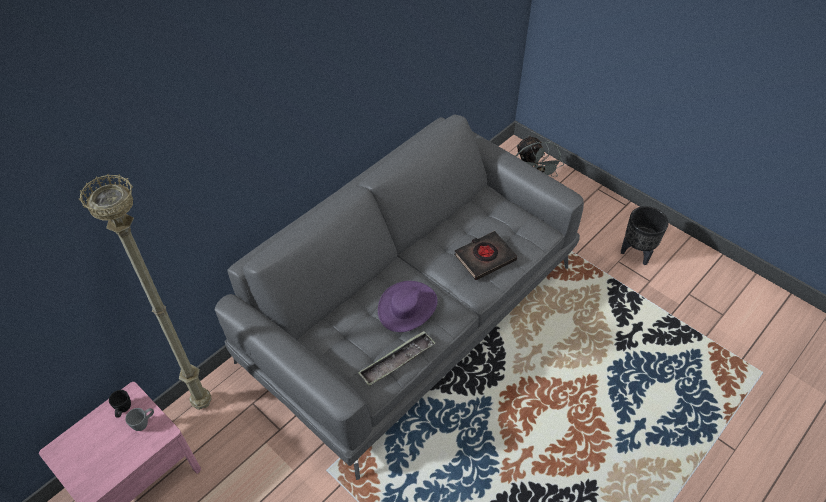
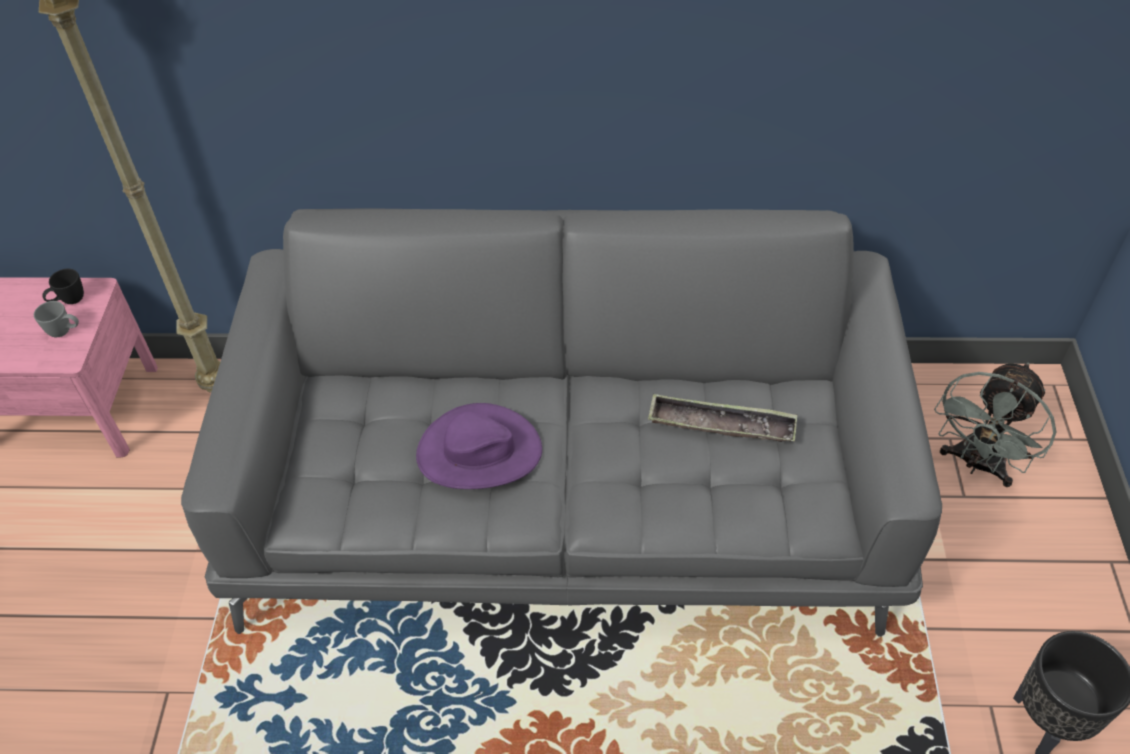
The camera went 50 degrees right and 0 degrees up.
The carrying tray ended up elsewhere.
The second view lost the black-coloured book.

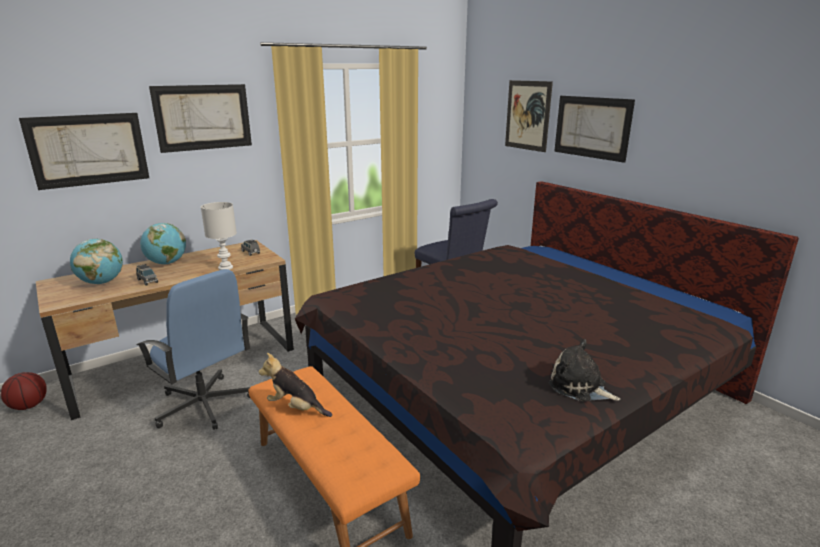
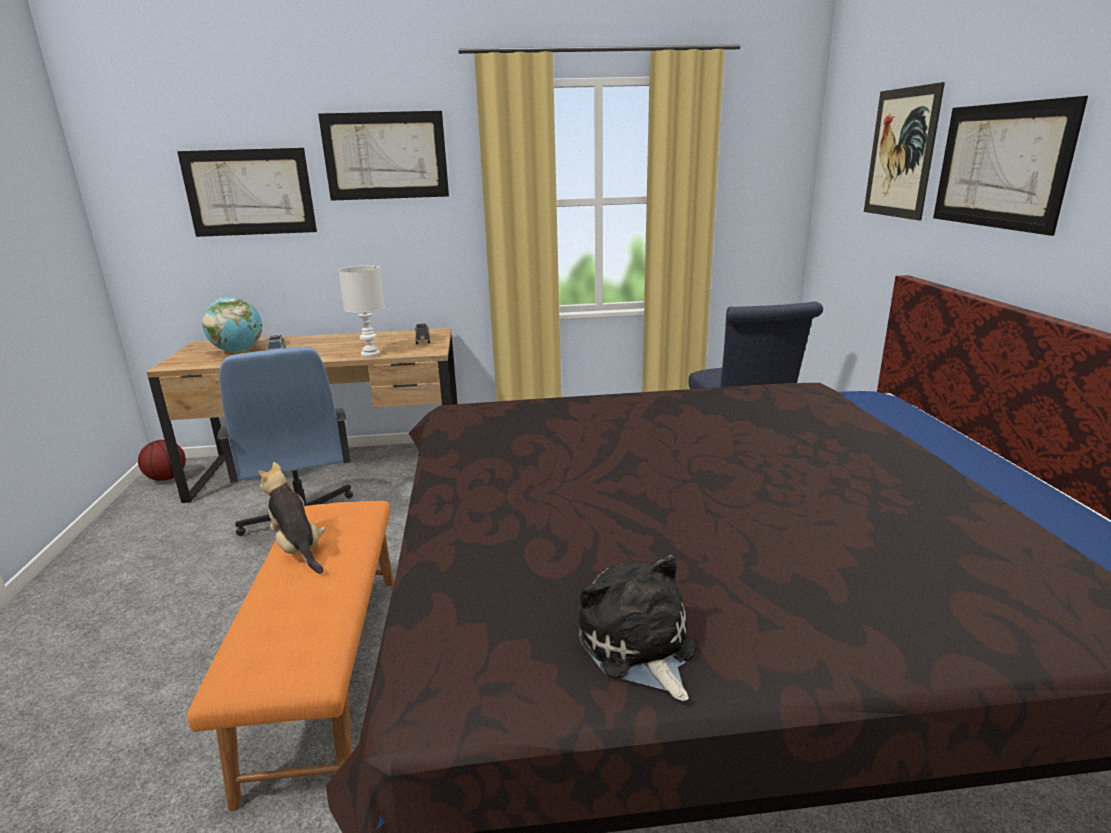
The camera went 30 degrees right and 0 degrees up.
The second view lost the world globe (no. 2 from left).

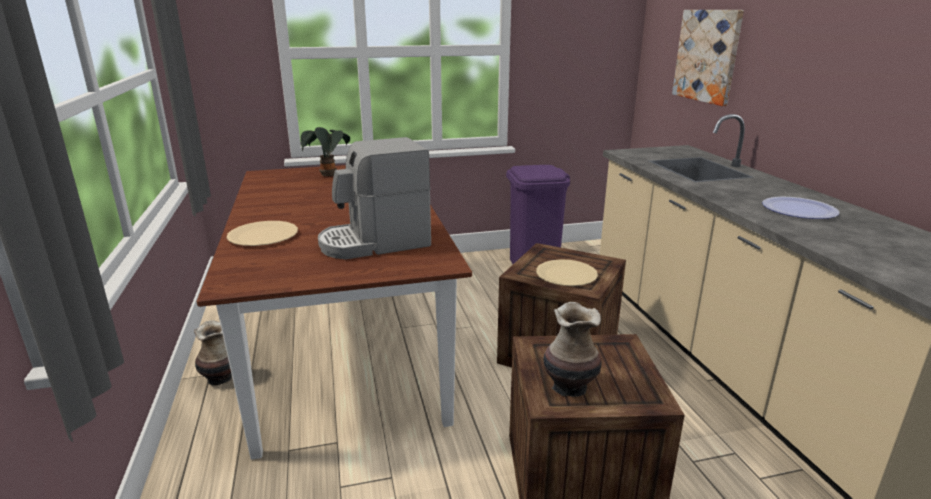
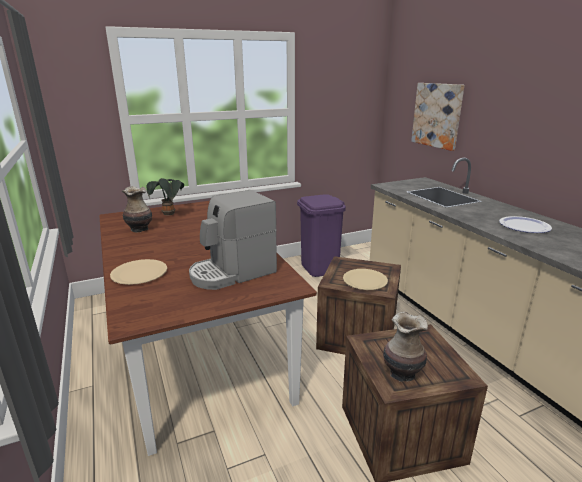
The camera went 10 degrees left and 0 degrees up.
The decorative vase (no. 1 from left) ended up elsewhere.

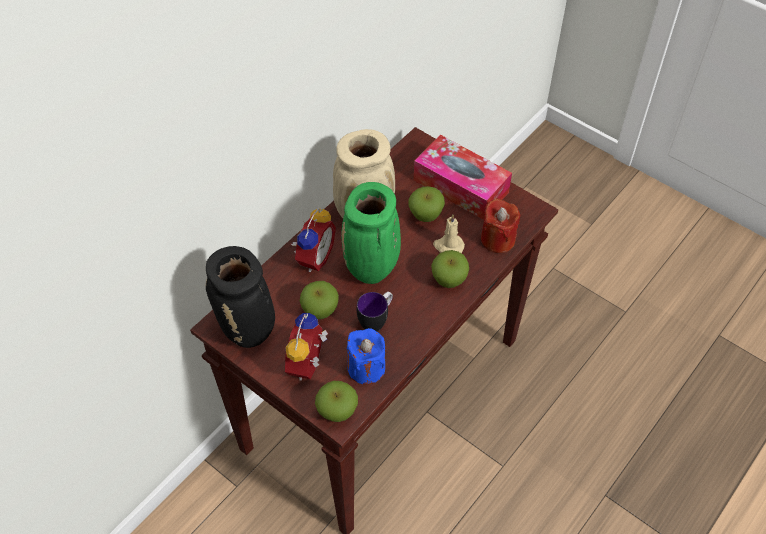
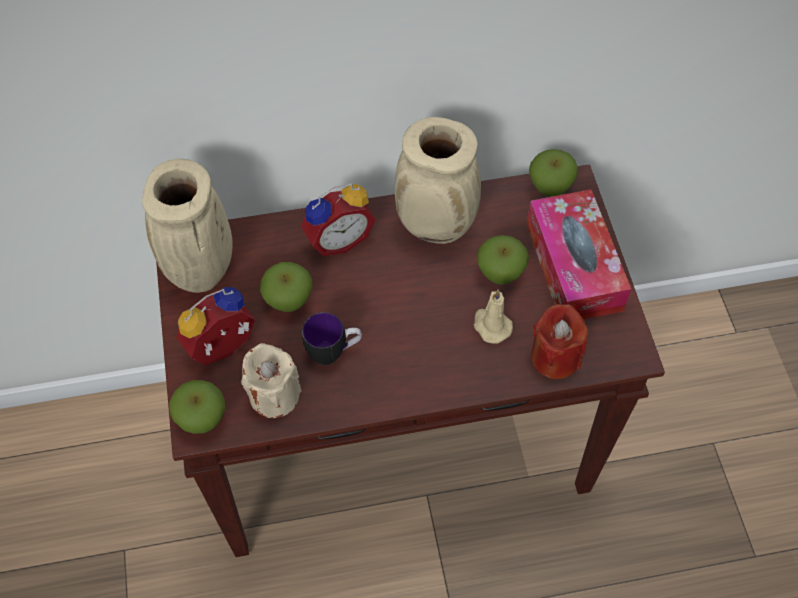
The camera went 40 degrees right and 5 degrees up.
What was the black-coloured decorative vase turned into the beige-coloured decorative vase (no. 1 from left).
What was the blue candle turned into the beige-coloured candle (no. 1 from left).
The apple (no. 4 from left) ended up elsewhere.
The second view lost the green decorative vase.

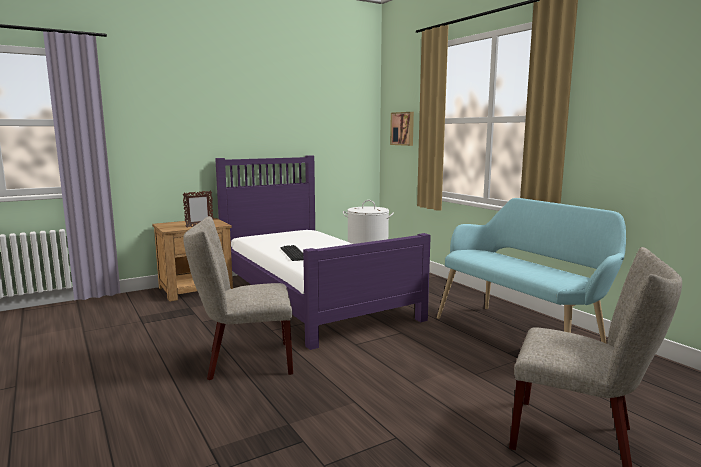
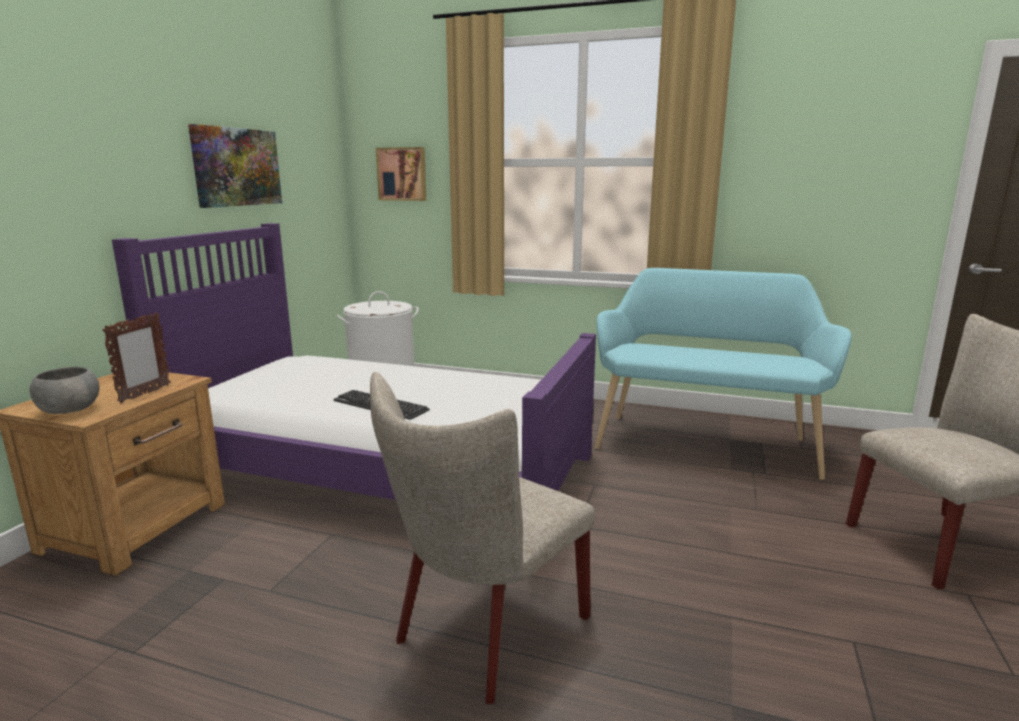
The camera went 40 degrees left and 5 degrees up.
The second view gained the gray deep dish.
The second view gained the wall art (no. 1 from left).

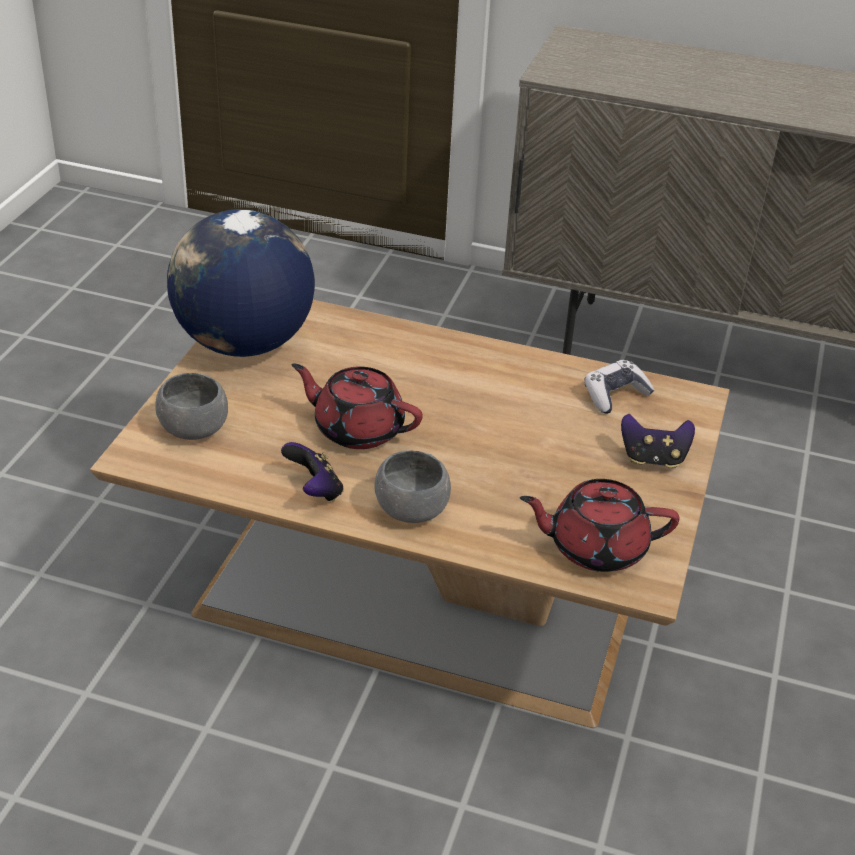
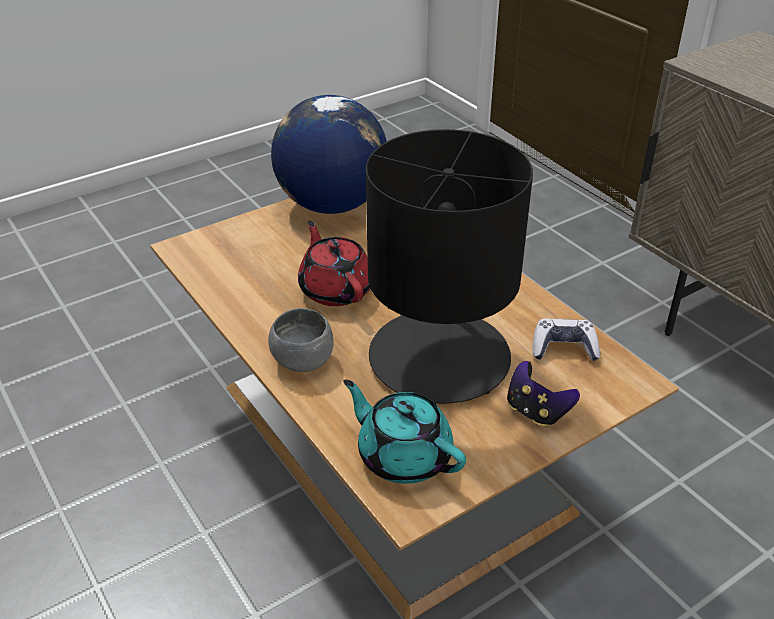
The camera went 40 degrees right and 0 degrees up.
What was the reddish tea pot (no. 2 from left) turned into the blue-green tea pot.
The second view gained the black-coloured lamp for a table.
The second view lost the gray deep dish (no. 1 from left).
The second view lost the gamepad (no. 1 from left).

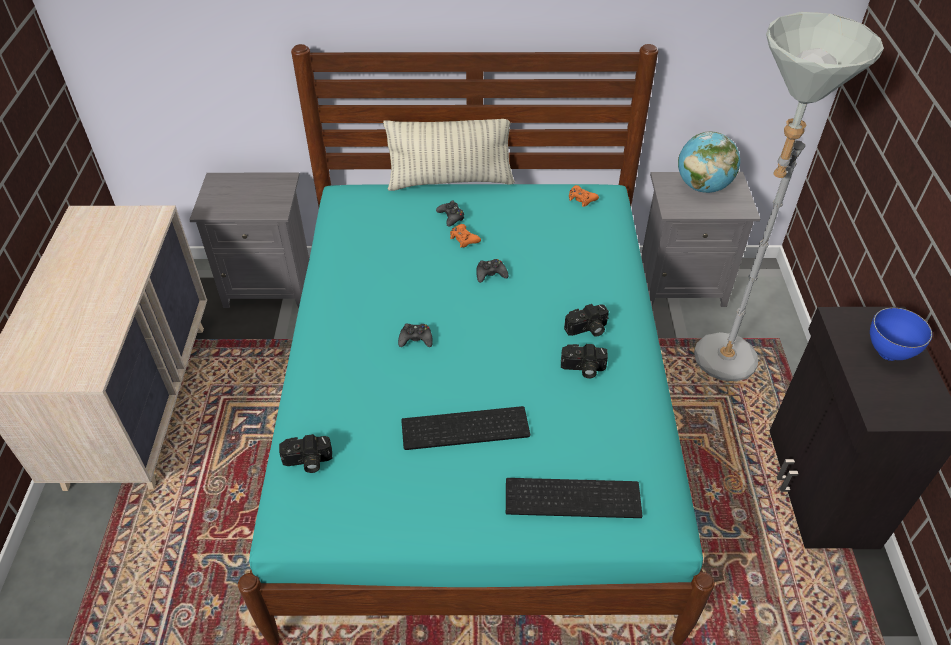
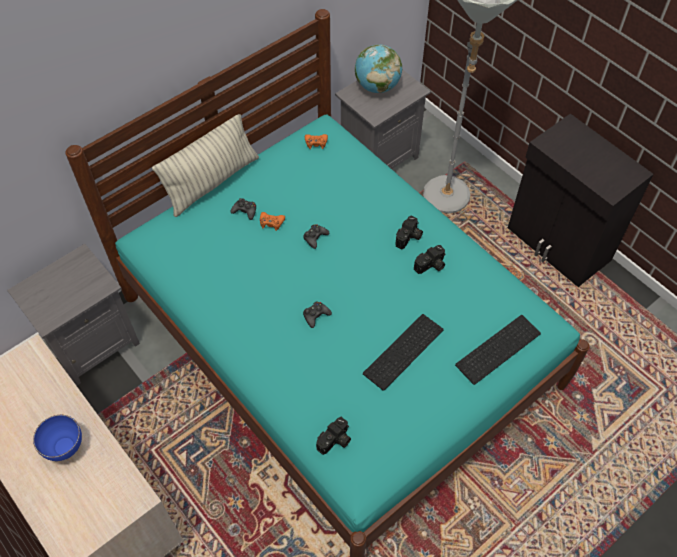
The camera went 40 degrees left and 10 degrees up.
The blue deep dish ended up elsewhere.

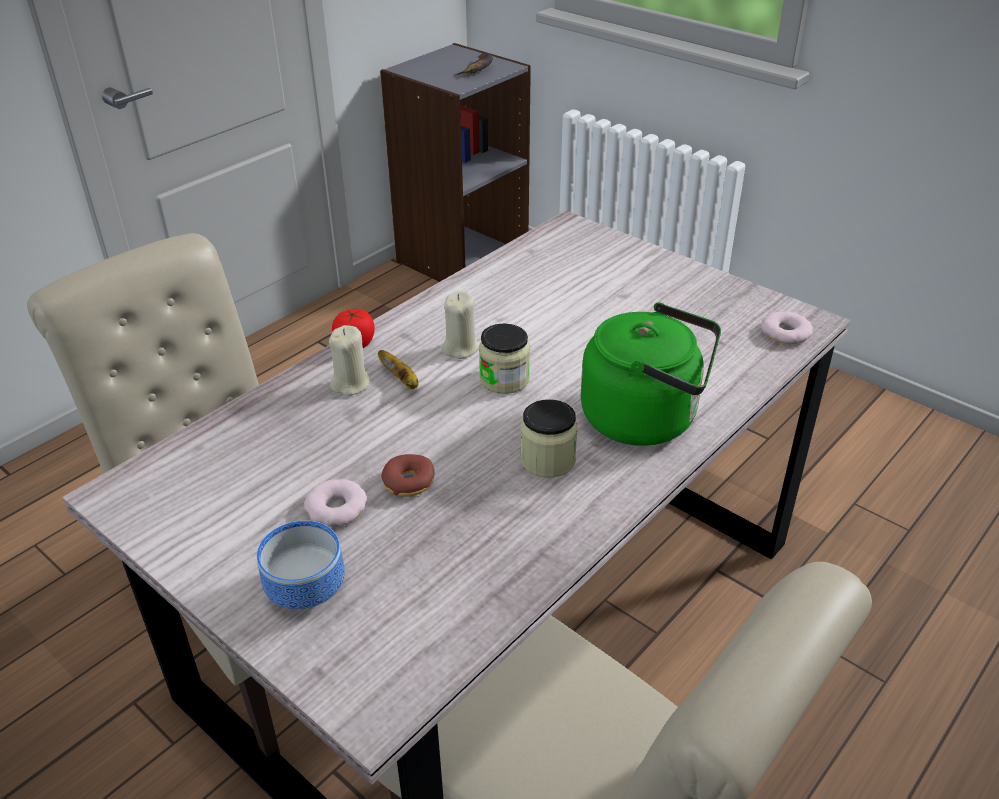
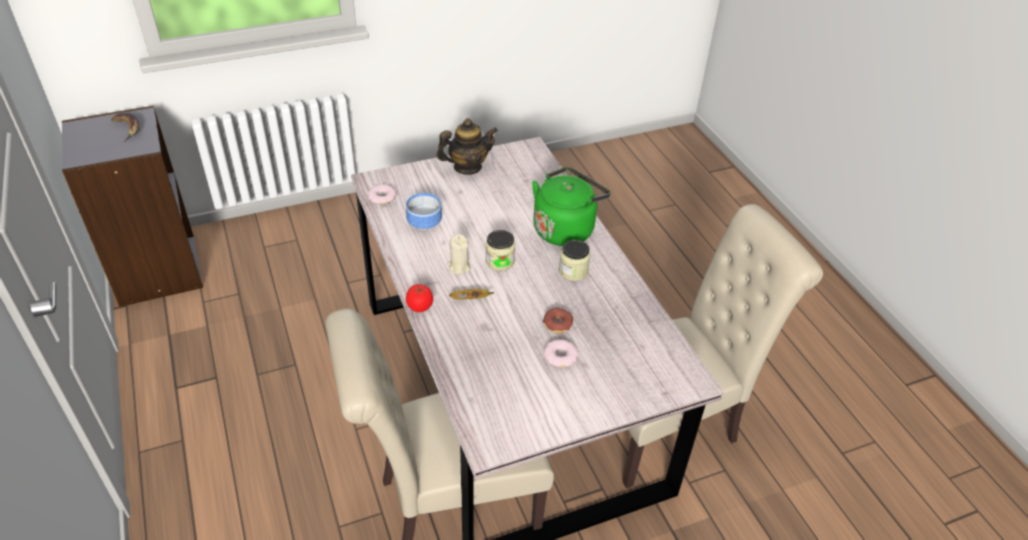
The camera went 65 degrees left and 5 degrees up.
The doughnut (no. 3 from left in the first image) ended up elsewhere.
The deep dish ended up elsewhere.
The second view gained the tea pot.
The second view lost the beige-coloured candle (no. 1 from left).

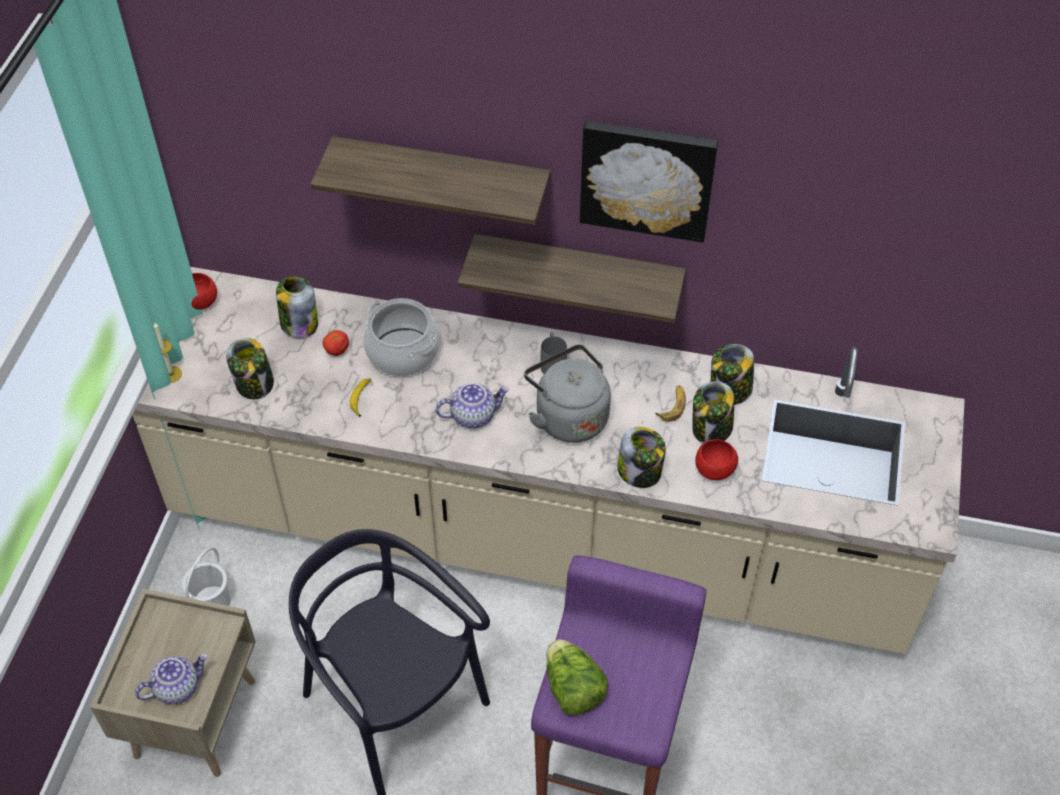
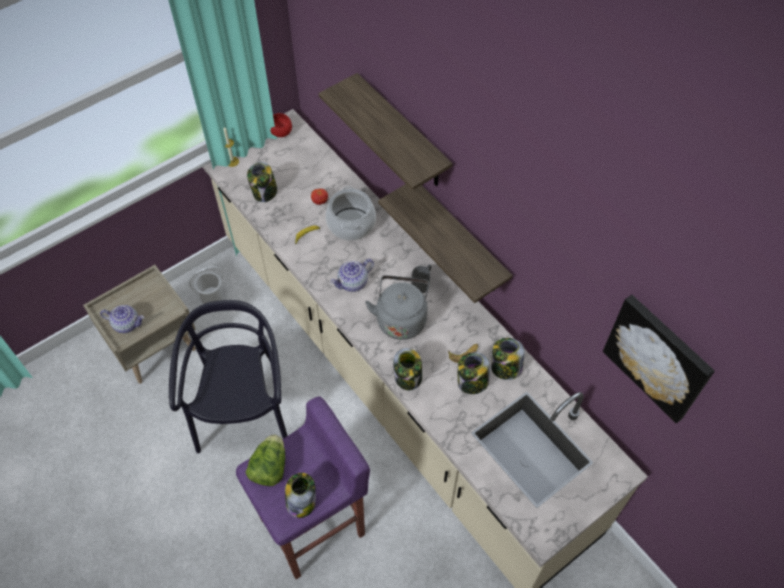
The camera went 40 degrees right and 5 degrees up.
The storage jar (no. 2 from left) ended up elsewhere.
The tea pot (no. 2 from left) ended up facing another way, 120 degrees clockwise from before.
The wall art ended up elsewhere.
The second view lost the reddish deep dish (no. 2 from left).

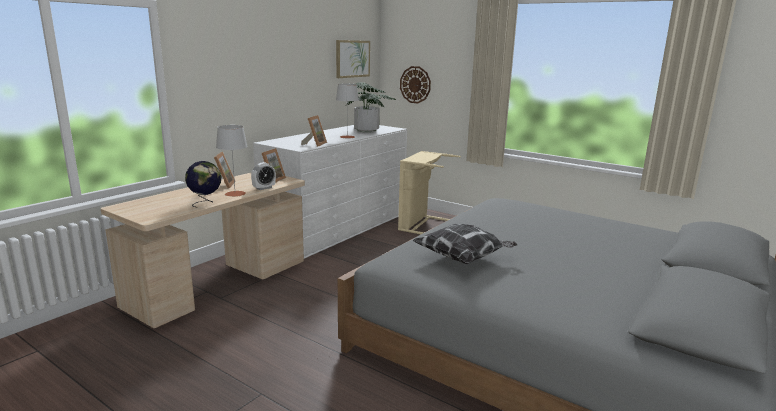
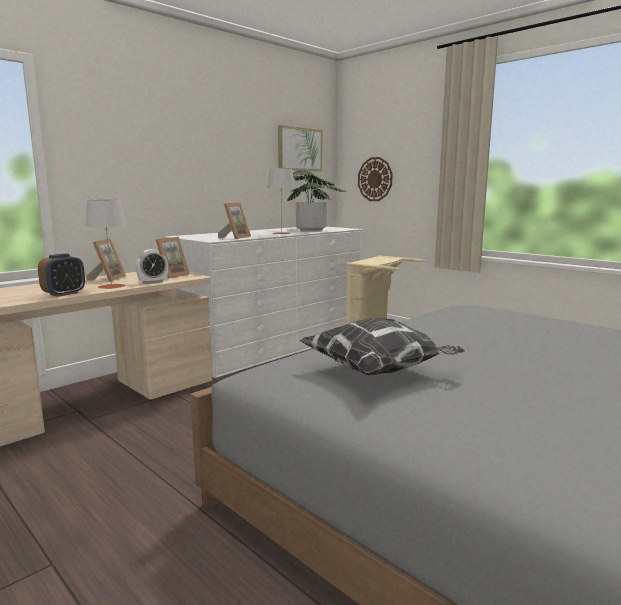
The camera went 10 degrees right and 5 degrees down.
Where the world globe stood, the alarm clock (no. 1 from left) came to stand.

